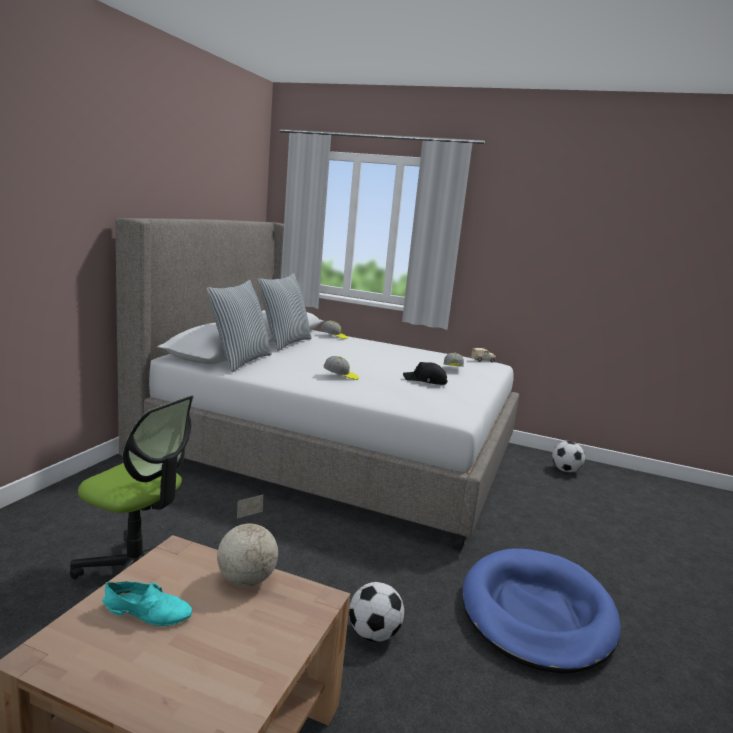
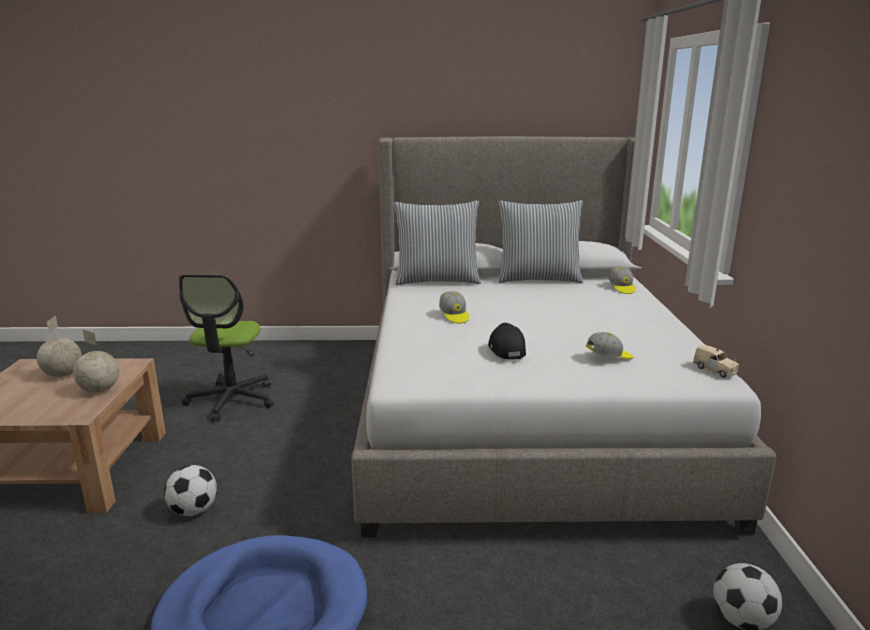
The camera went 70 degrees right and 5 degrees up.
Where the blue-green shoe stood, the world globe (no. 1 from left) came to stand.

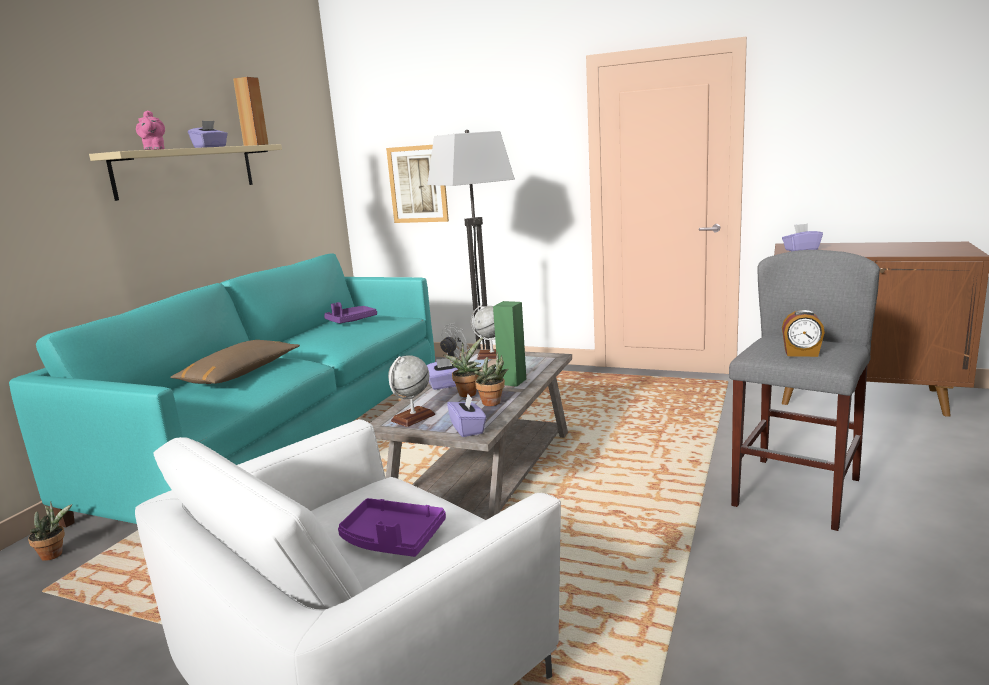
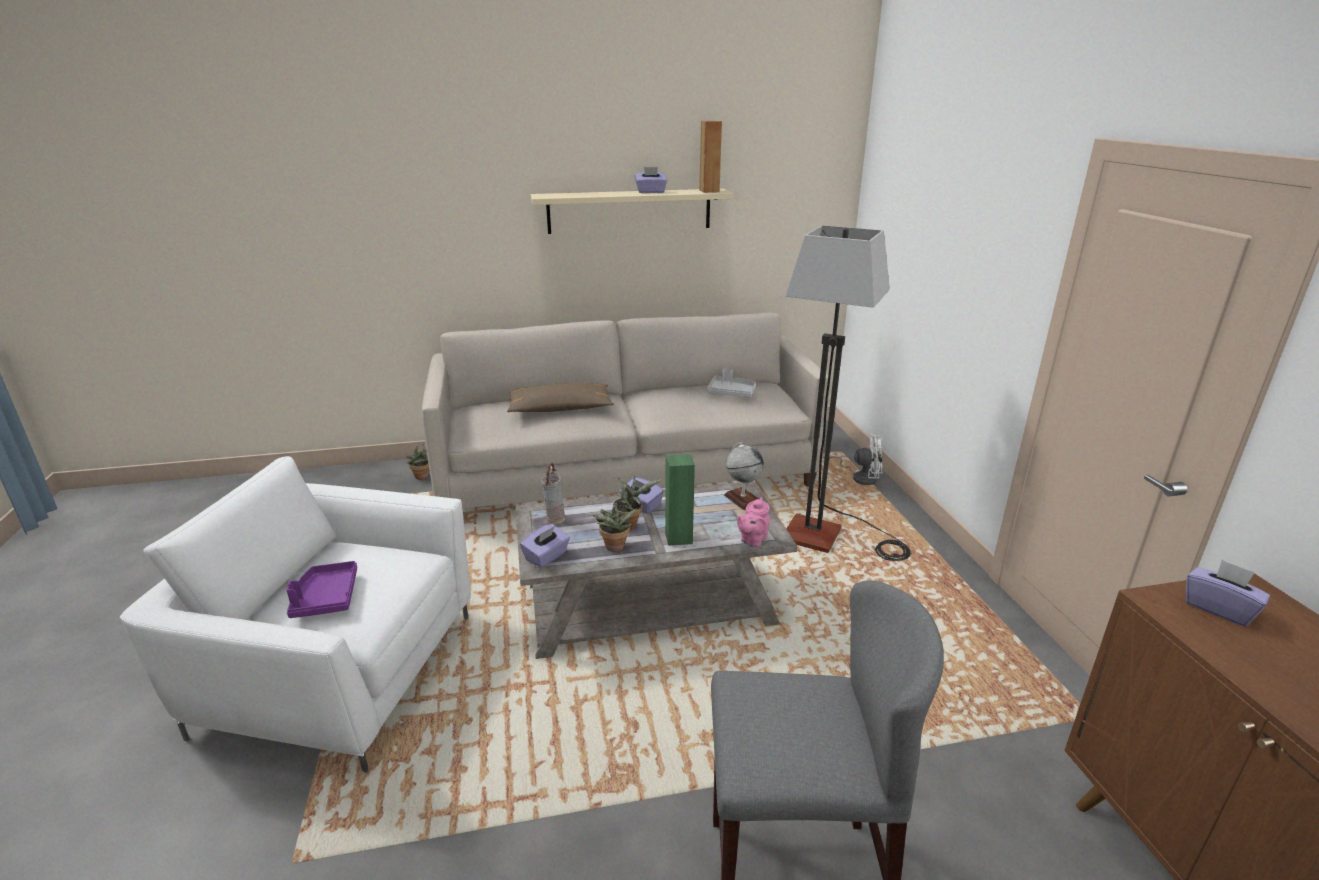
The camera went 55 degrees right and 10 degrees up.
What was the blue-green settee turned into the beige-coloured settee.
Where the world globe (no. 1 from left) stood, the decorative vase came to stand.
What was the purple carrying tray (no. 1 from left) turned into the gray carrying tray.
The pink tea pot ended up elsewhere.
The second view lost the wall art.
The second view lost the alarm clock.

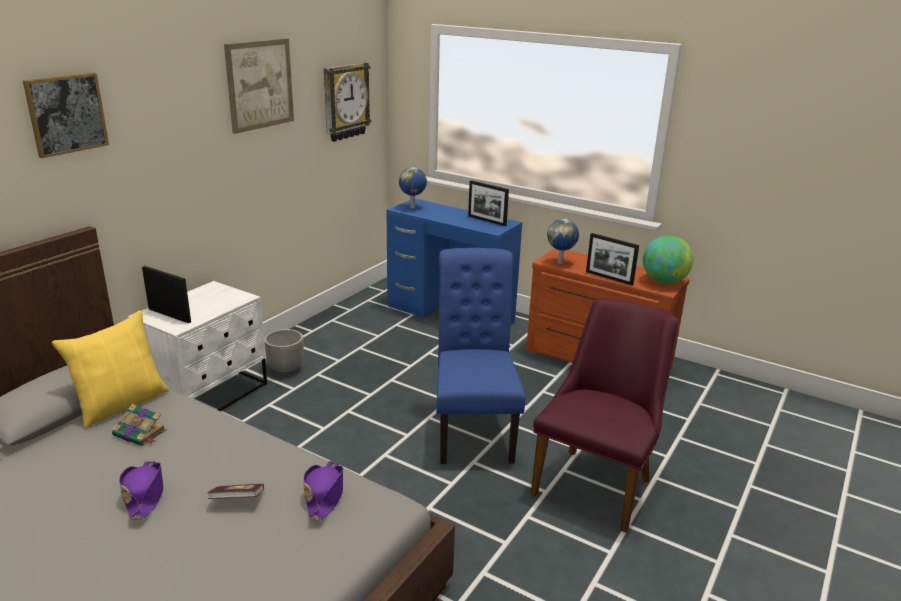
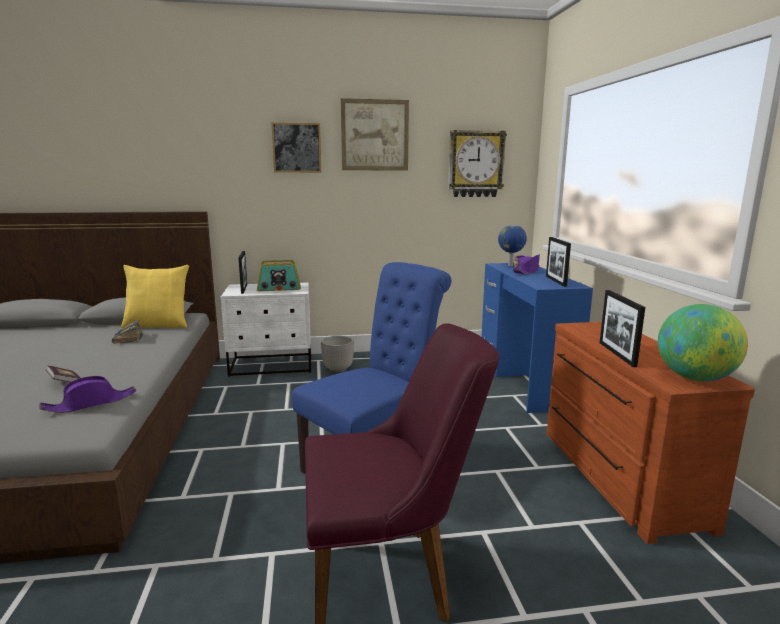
The camera went 50 degrees right and 10 degrees down.
The second view gained the radio.
The wall art (no. 1 from left) ended up elsewhere.
The purple wearable hat (no. 1 from left in the first image) ended up elsewhere.
The second view lost the world globe (no. 2 from left).

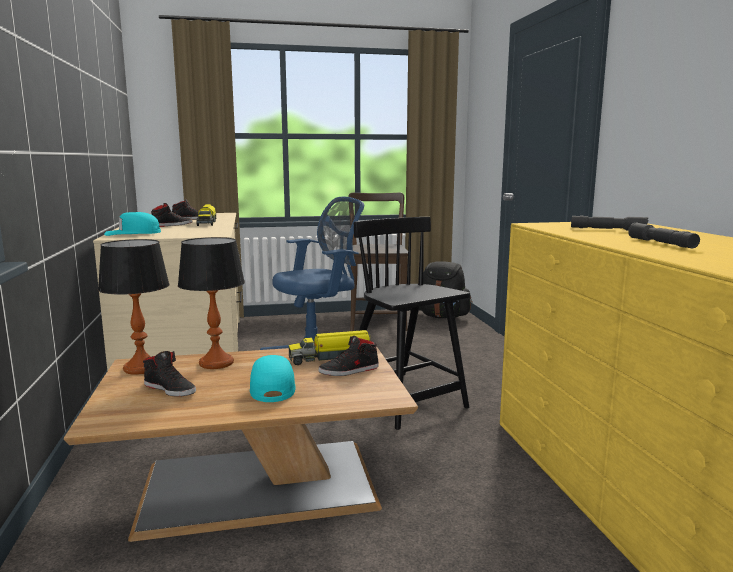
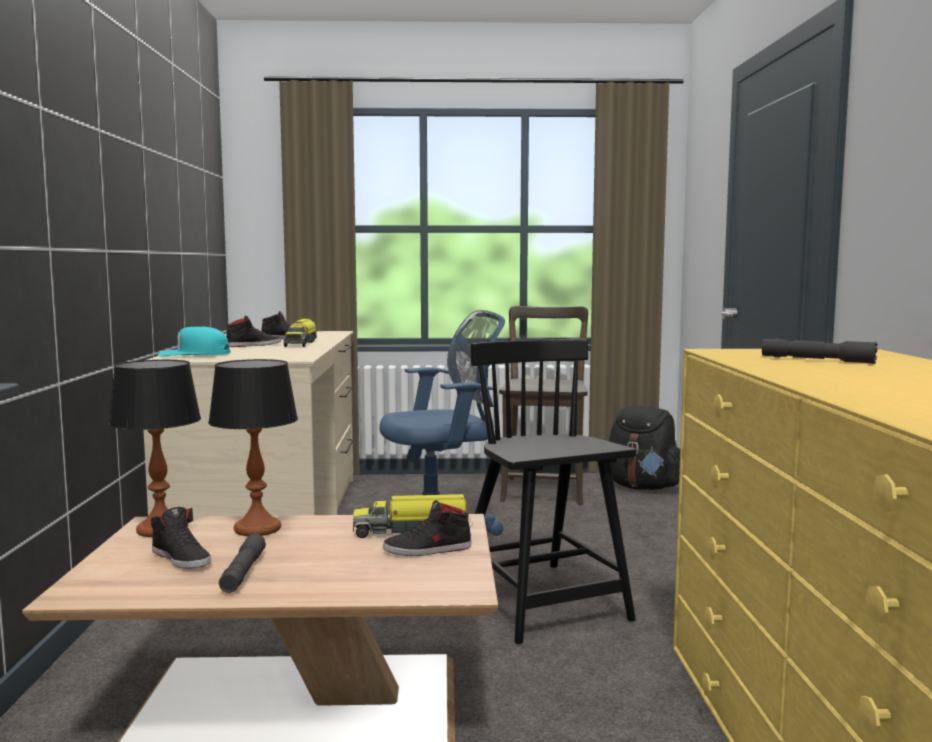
The camera went 10 degrees right and 5 degrees down.
The gray hand torch (no. 2 from left in the first image) ended up elsewhere.
The second view lost the blue-green peaked cap (no. 2 from left).

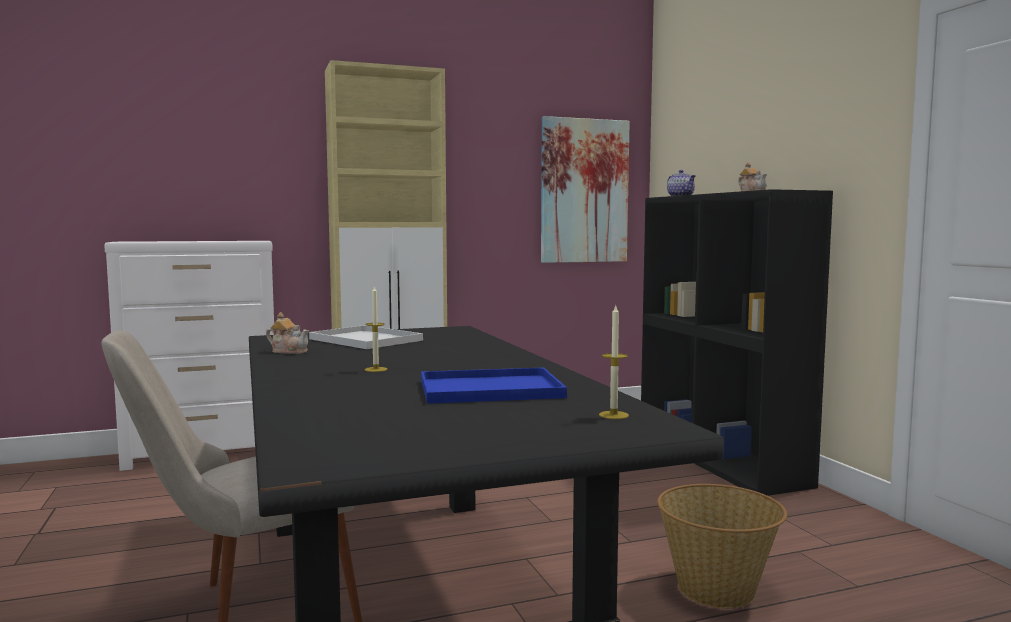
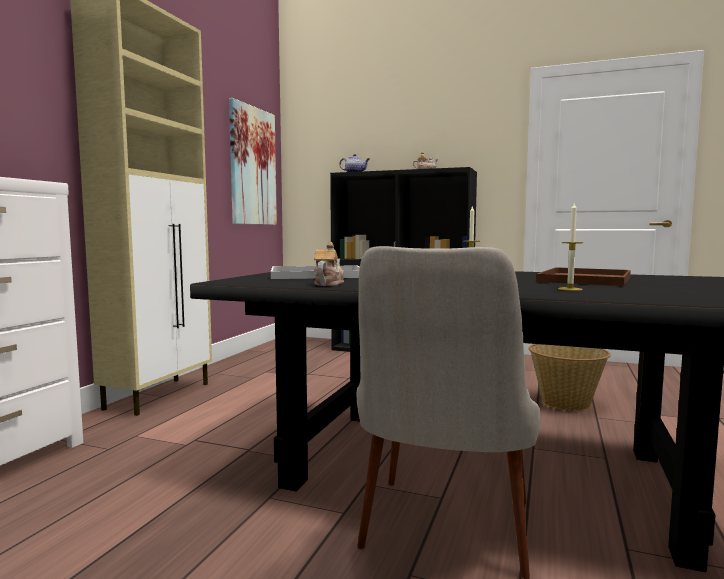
The camera went 50 degrees left and 0 degrees up.
The tea pot (no. 1 from left) ended up facing another way, 45 degrees counterclockwise from before.
What was the blue carrying tray turned into the brown carrying tray.
The candle (no. 2 from left) ended up elsewhere.

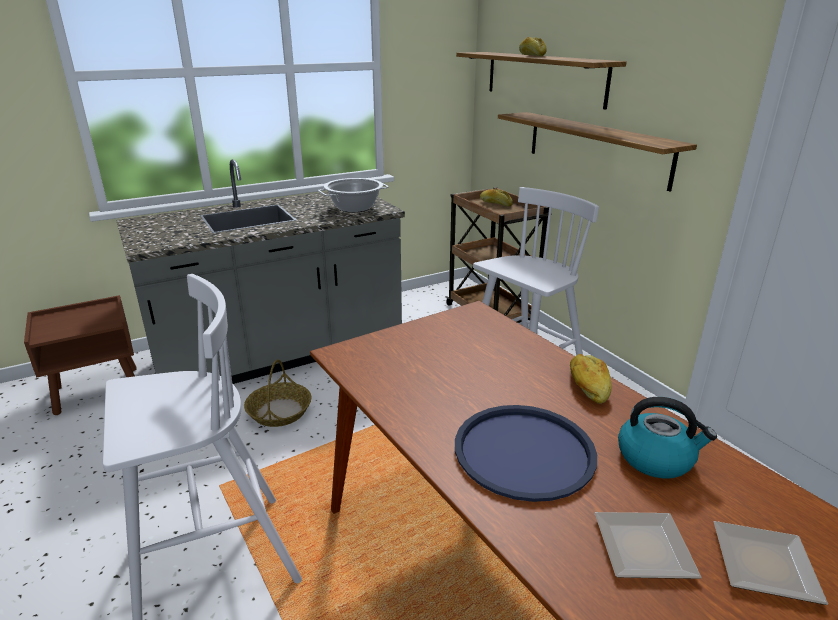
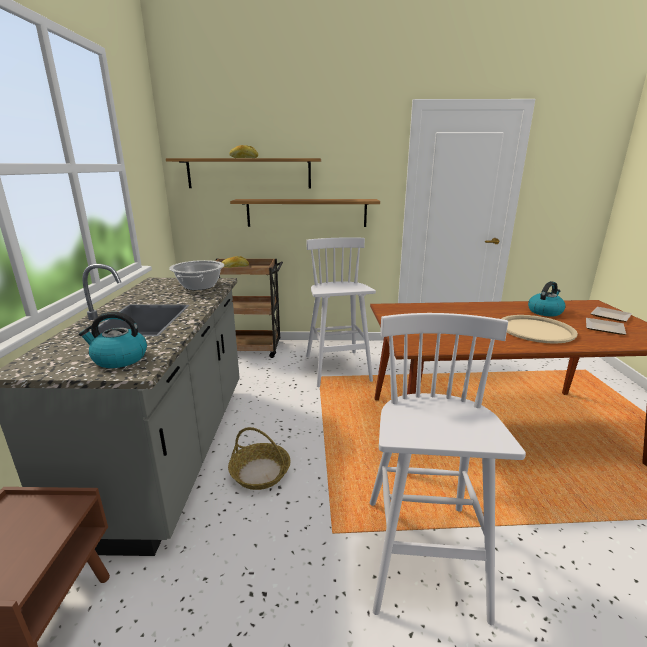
The camera went 60 degrees left and 5 degrees down.
The second view gained the kettle (no. 1 from left).
What was the blue carrying tray turned into the beige-coloured carrying tray.
The second view lost the bread (no. 3 from left).

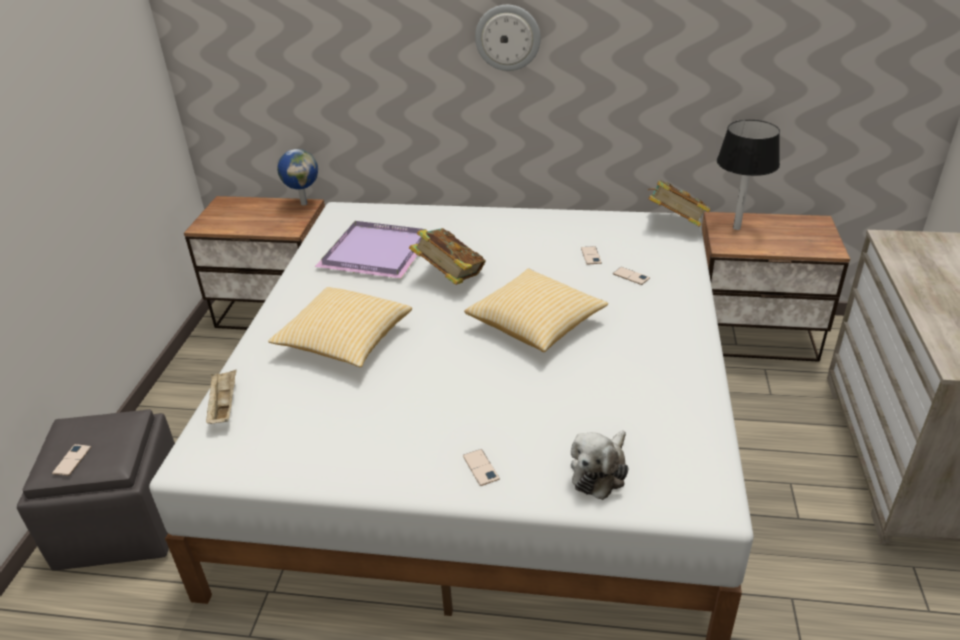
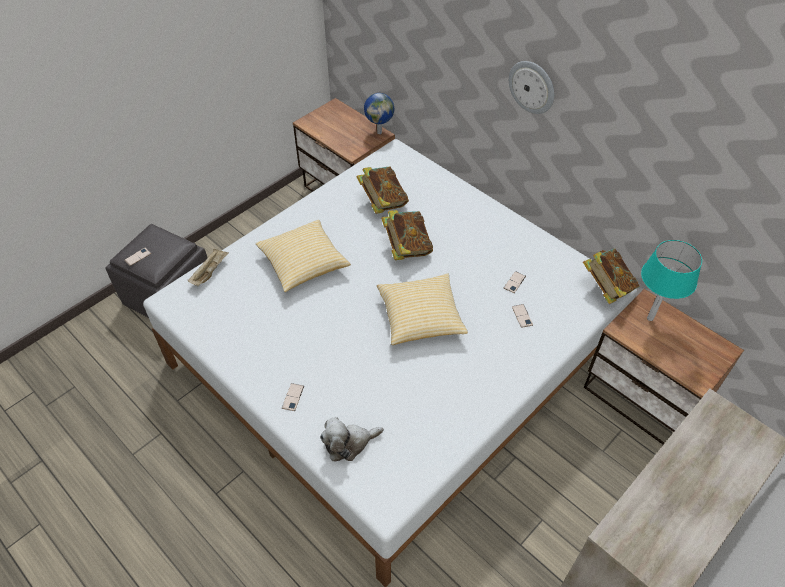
The camera went 35 degrees right and 15 degrees up.
Where the purple carrying tray stood, the book (no. 1 from left) came to stand.
What was the black-coloured lamp for a table turned into the blue-green lamp for a table.

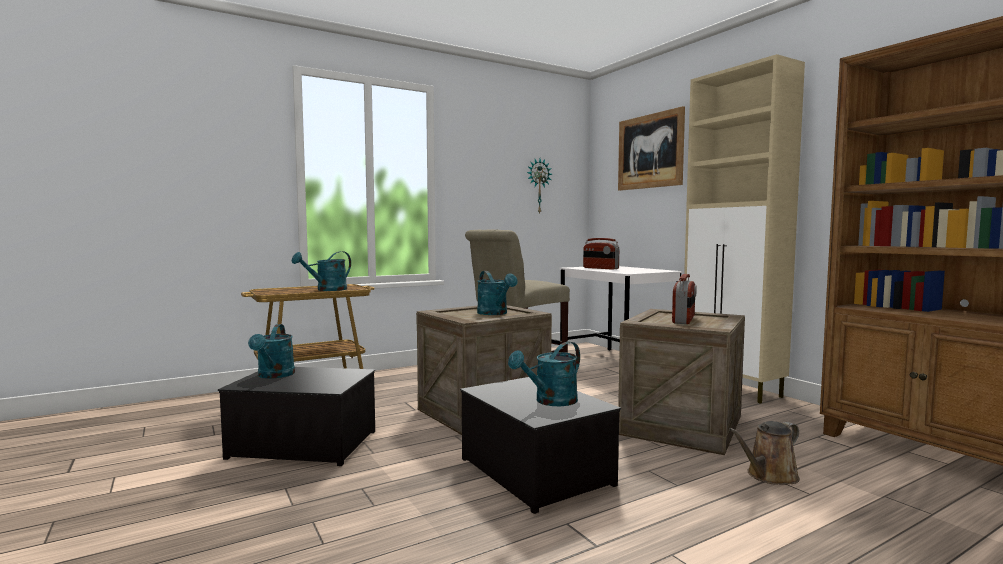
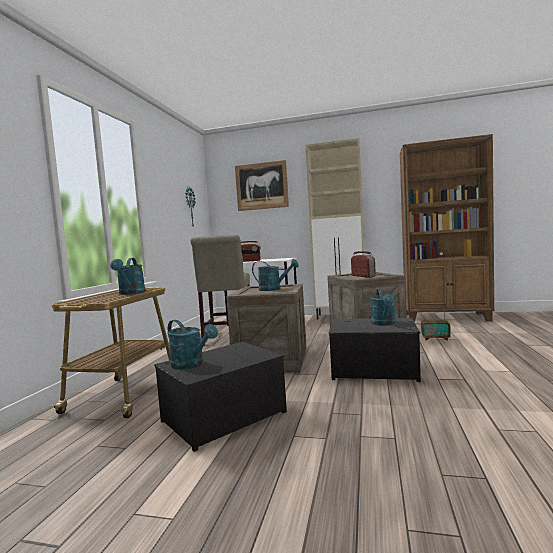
The camera went 45 degrees left and 0 degrees up.
Where the brown watering pot stood, the radio (no. 3 from left) came to stand.

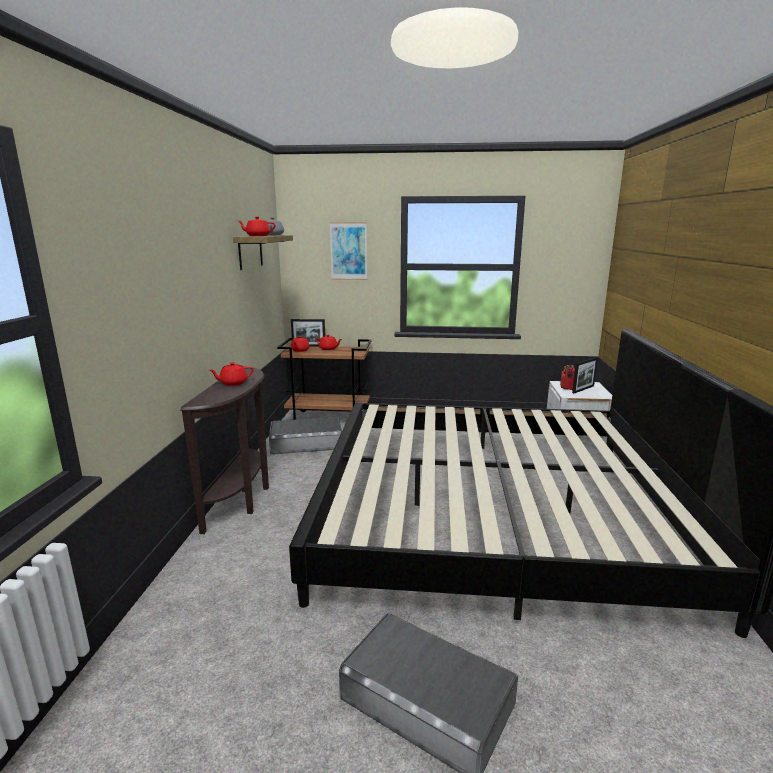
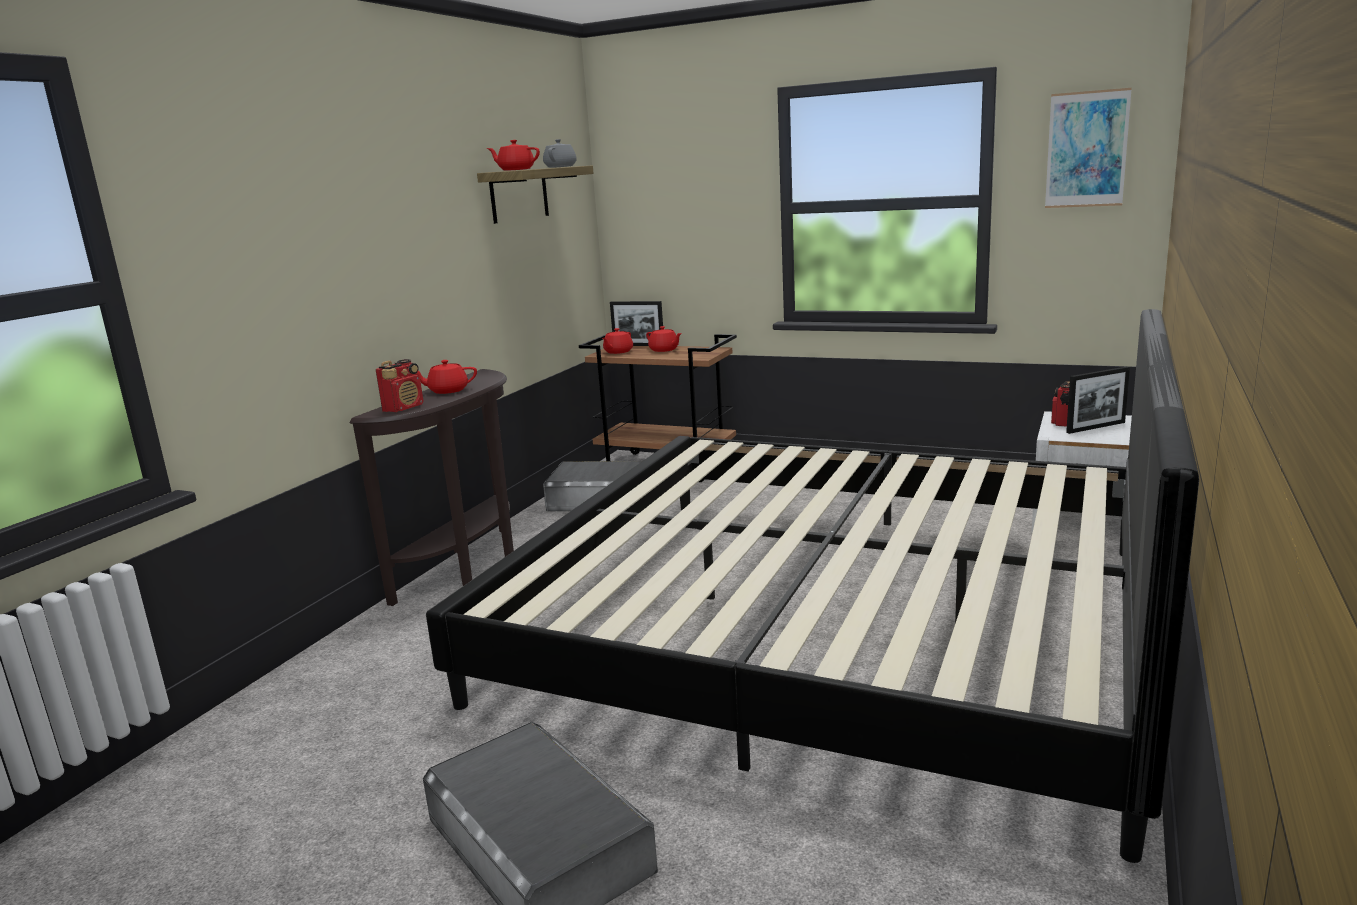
The camera went 20 degrees right and 0 degrees up.
The second view gained the radio (no. 1 from left).
The wall art ended up elsewhere.

